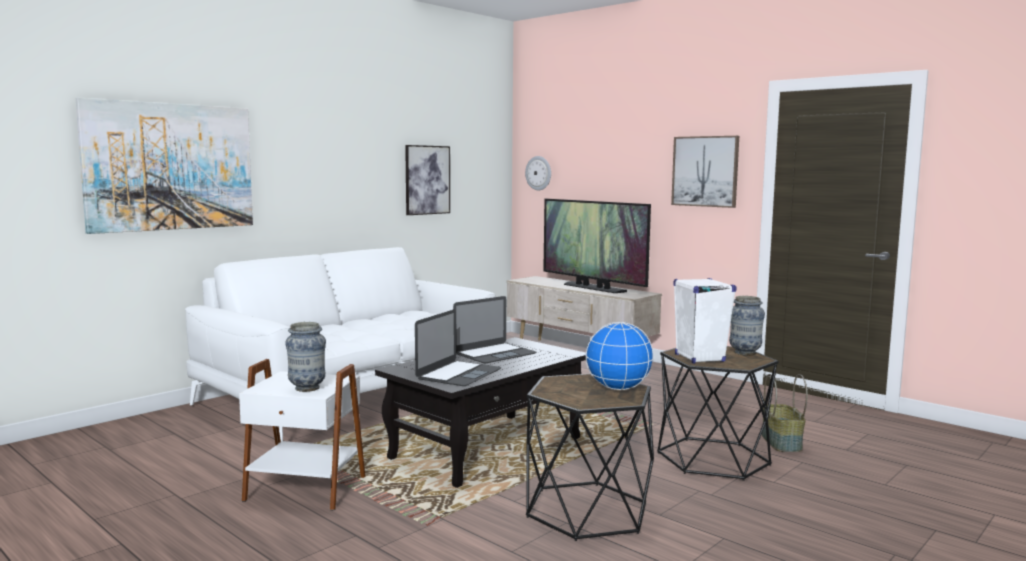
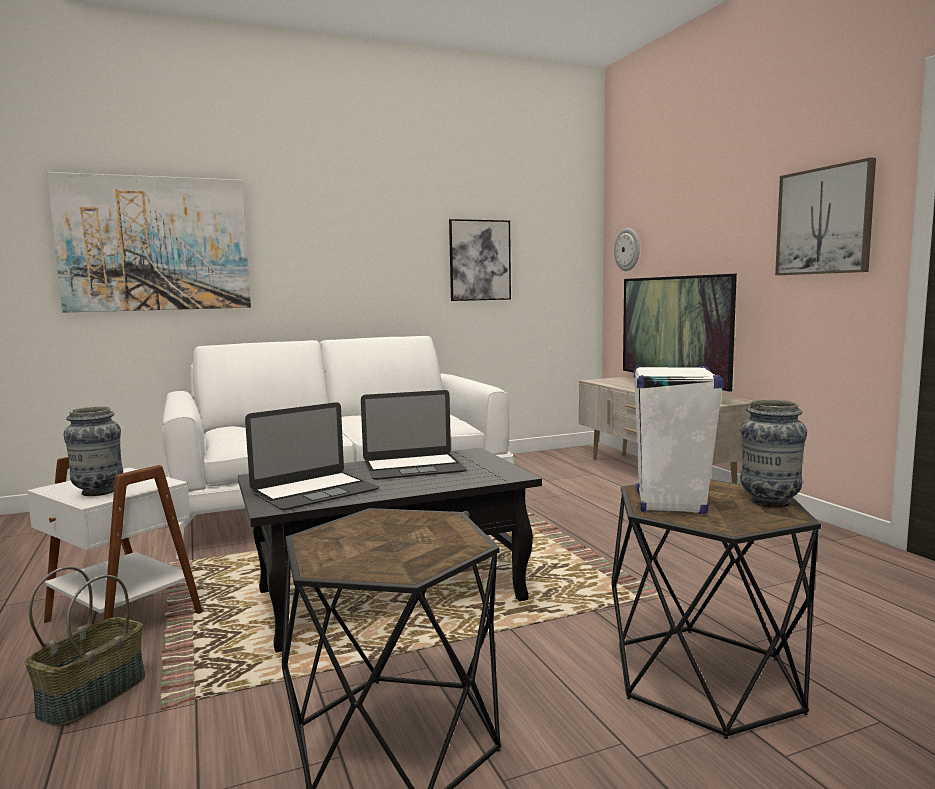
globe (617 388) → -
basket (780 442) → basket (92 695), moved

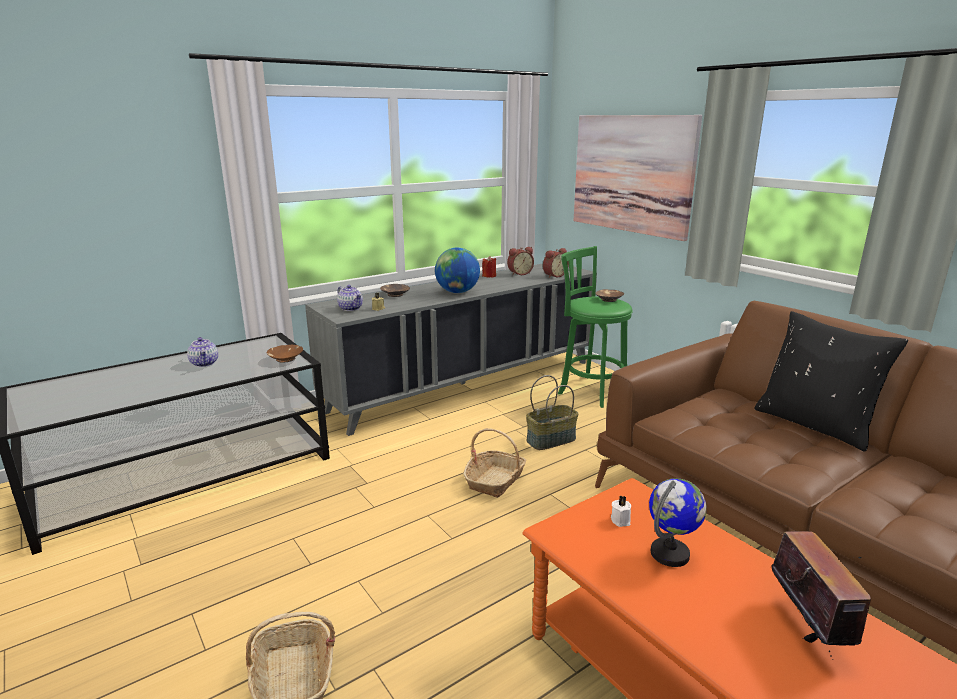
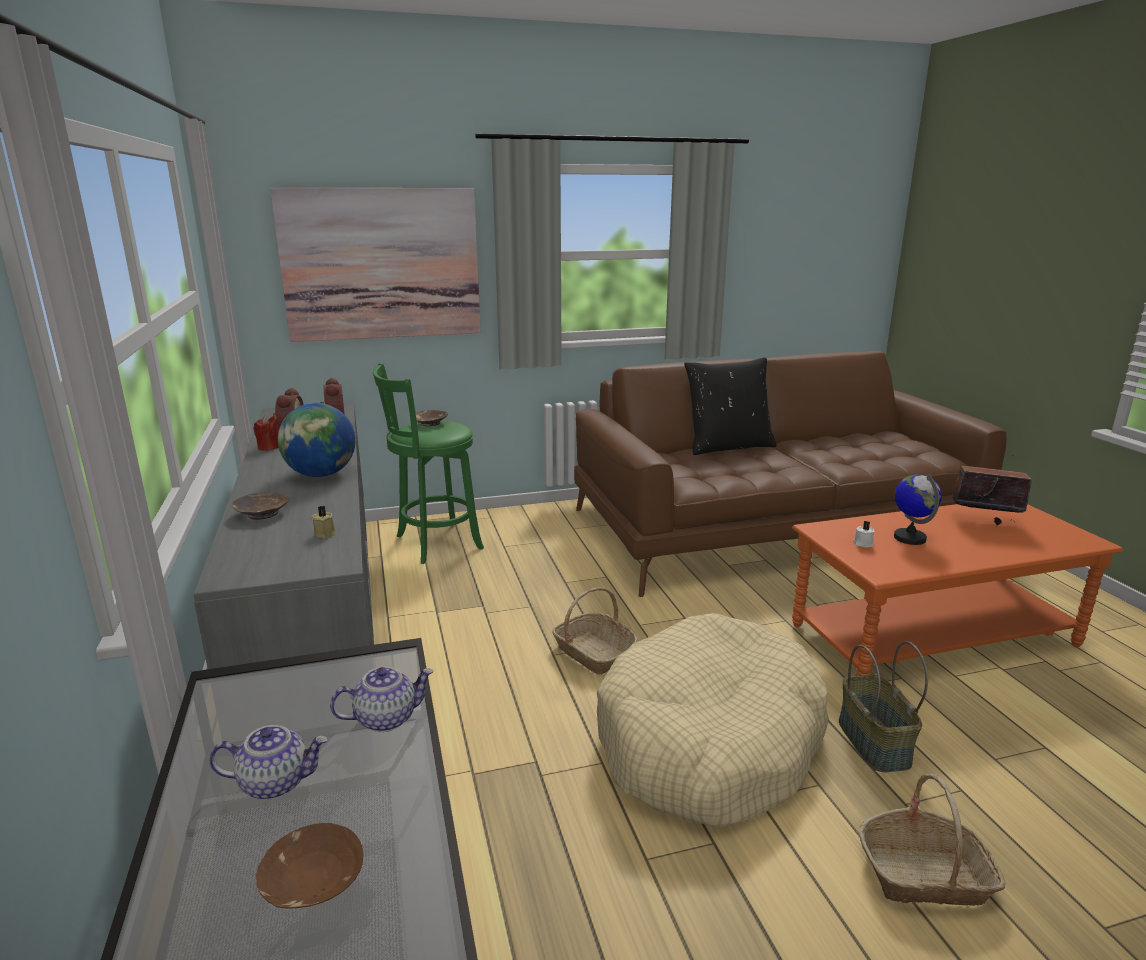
bowl (brown) (285 358) → bowl (brown) (312 882), moved
teapot (351 308) → teapot (386 718), moved
basket (551 439) → basket (872 742), moved
- → dog bed (beige) (709 741)

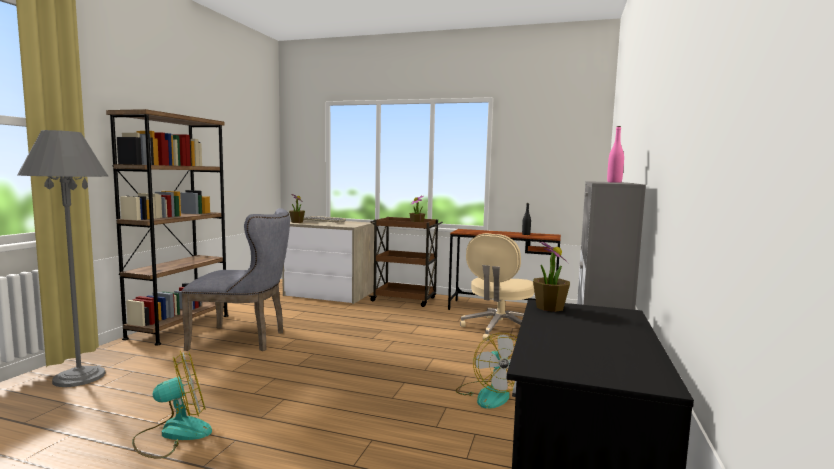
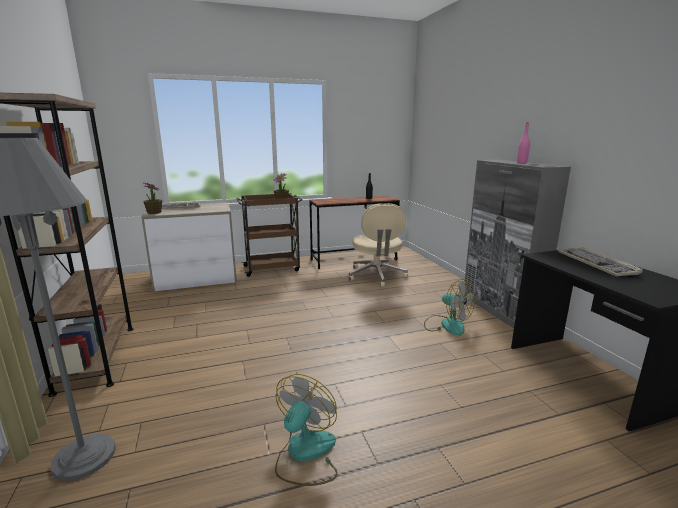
chair (grey) (244 339) → -
potted plant (549 307) → -
- → keyboard (597 264)

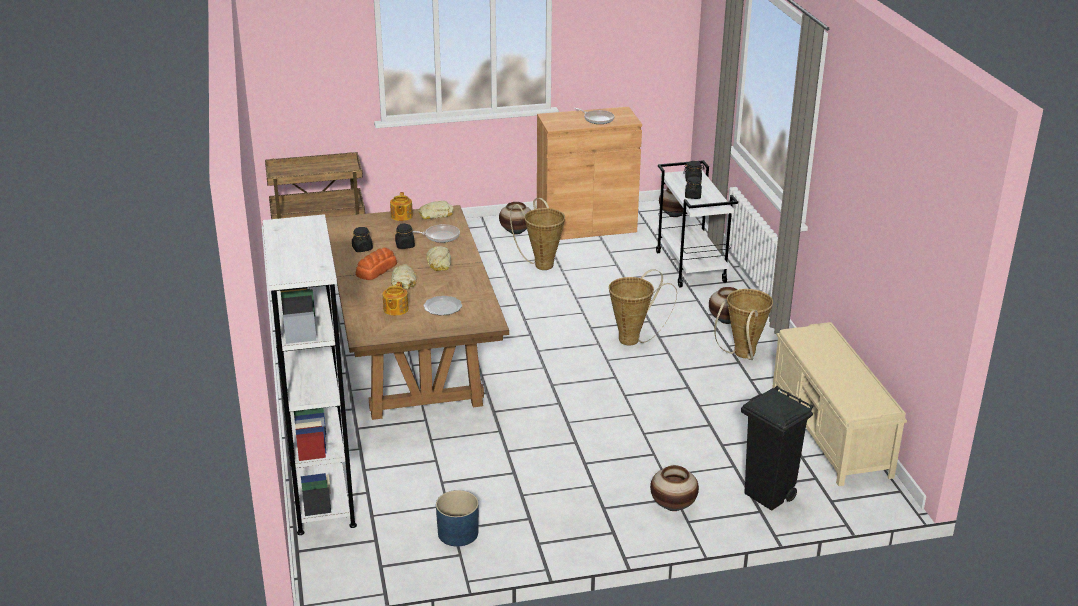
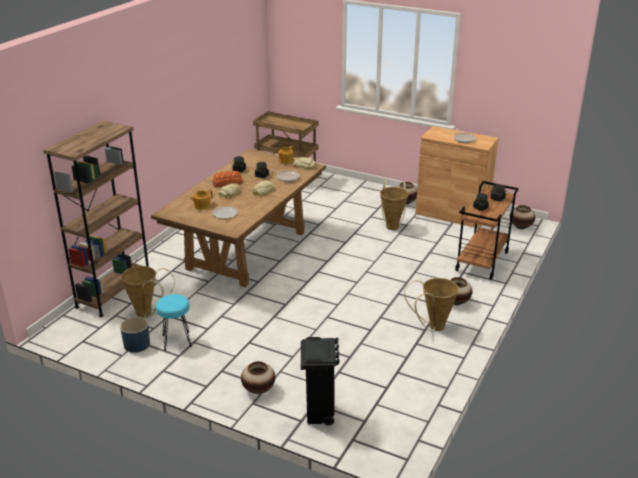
bookcase (white) (322 490) → bookcase (brown) (114 292)
basket (634 339) → basket (147 314), moved
cart (white) (691 267) → cart (brown) (482 262)
bench (beige) (830 432) → -
- → stool (turquoise) (176 340)

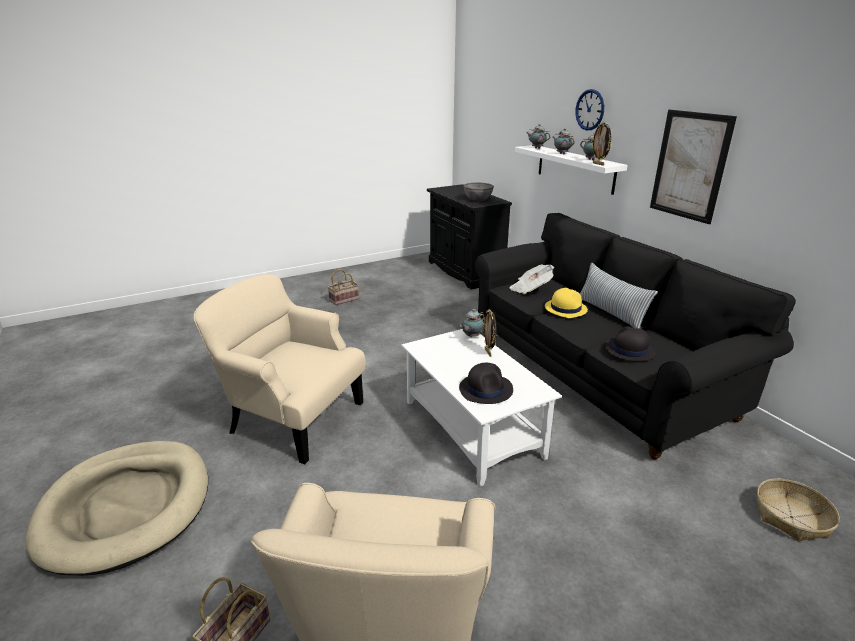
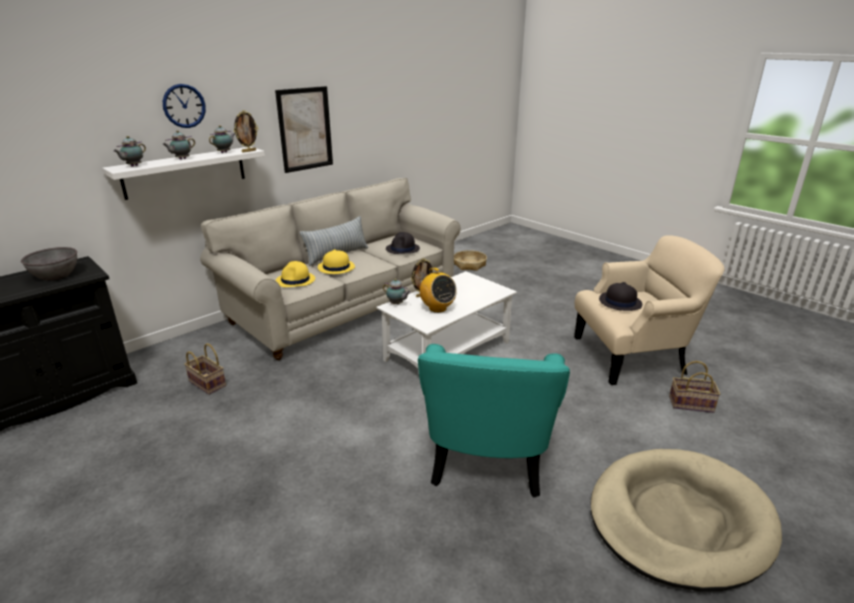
armchair (beige) (293 418) → armchair (turquoise) (487 455)
basket (344 299) → basket (206 384), moved
hat (black) (486 389) → hat (black) (619 302), moved
sofa (black) (594 372) → sofa (beige) (345 306)
newspaper (530 289) → hat (yellow) (295 280)
- → radio (437 308)

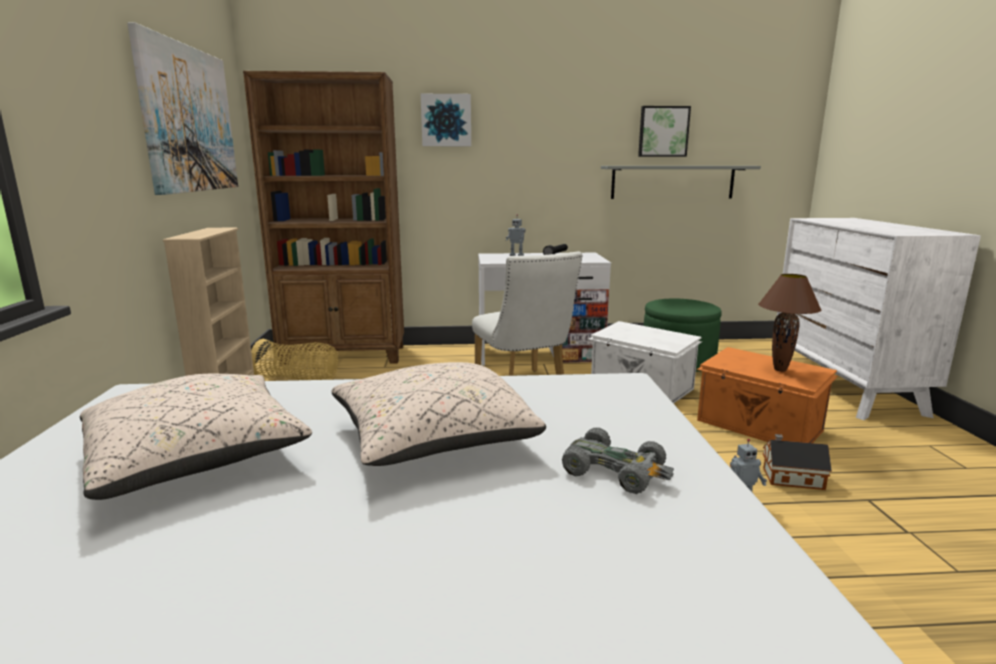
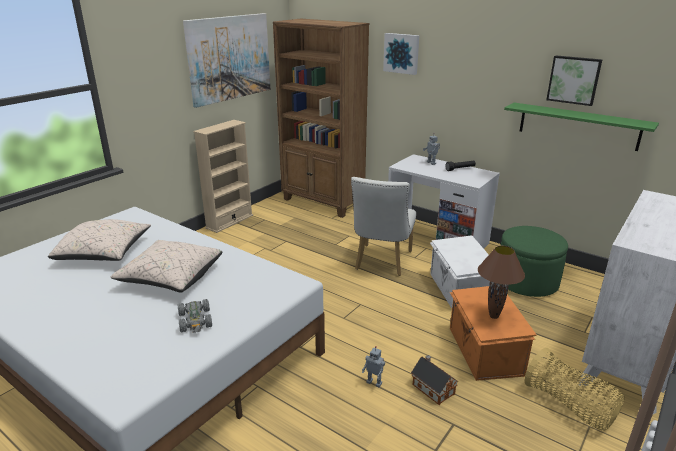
basket (298 381) → basket (570 406), moved
shelf (grey) (672 182) → shelf (green) (578 126)

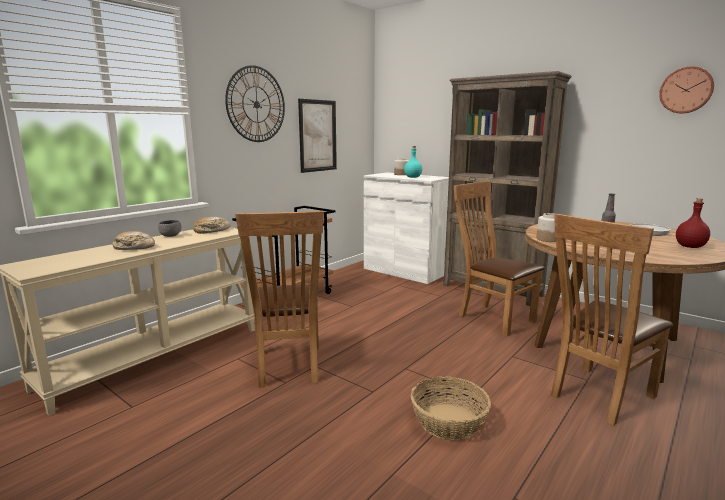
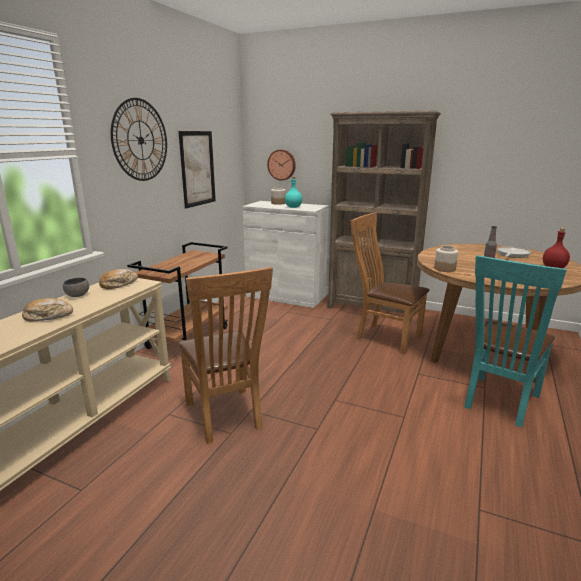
basket (449 421) → -
chair (brown) (597 396) → chair (turquoise) (499 402)
wall clock (686 90) → wall clock (282 165), moved

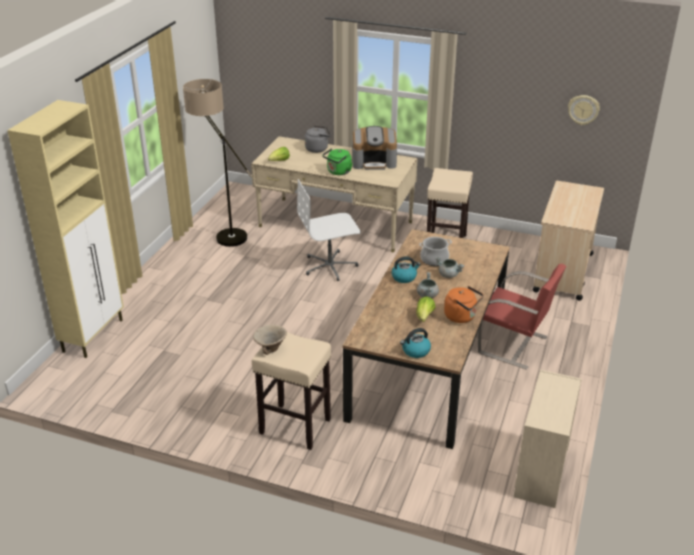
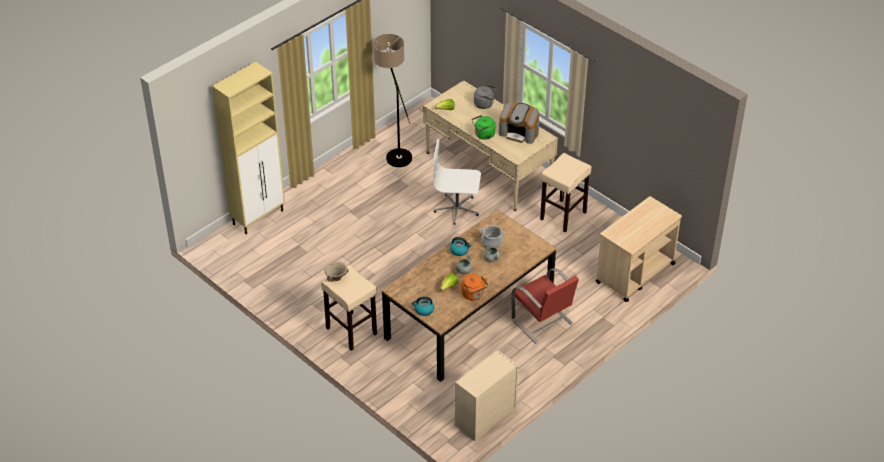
wall clock (583 109) → -

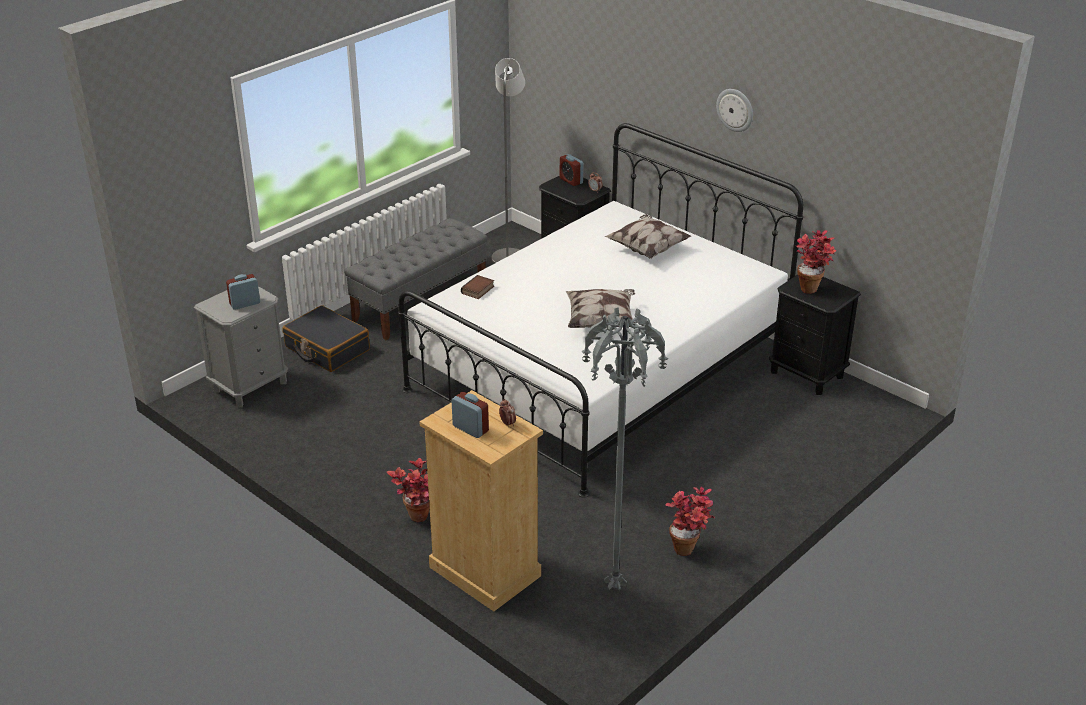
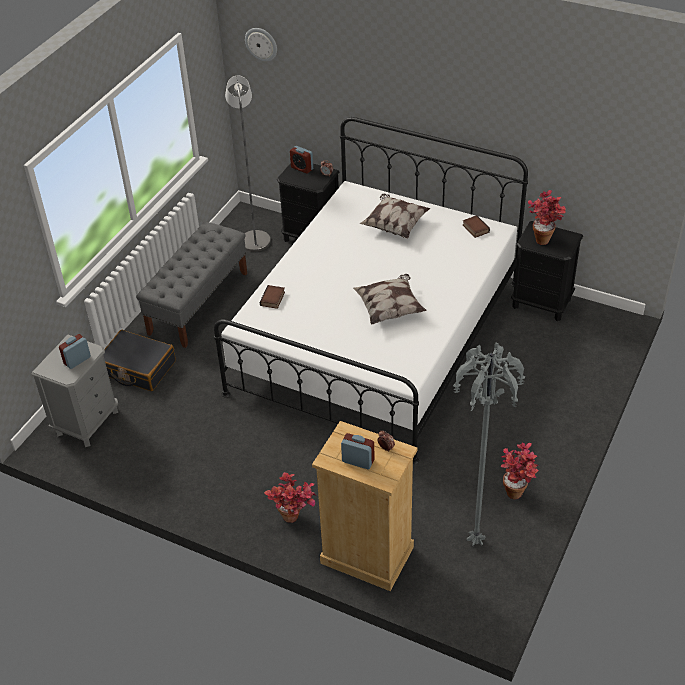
wall clock (735 109) → wall clock (261 44), moved
- → book (475 228)

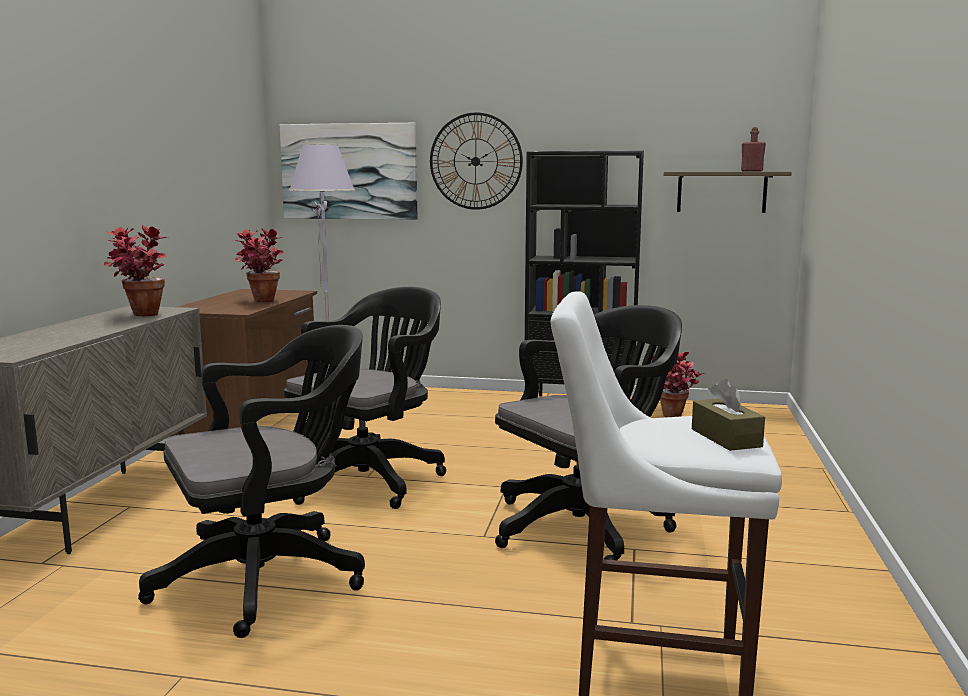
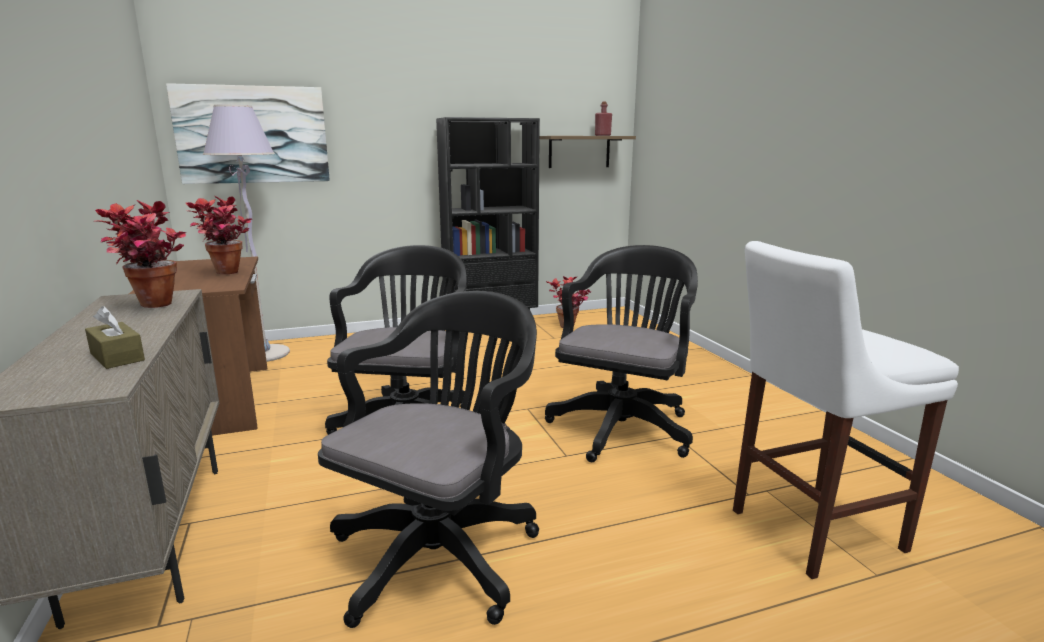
wall clock (475 161) → -
tissue box (brown) (726 438) → tissue box (brown) (117 357), moved

